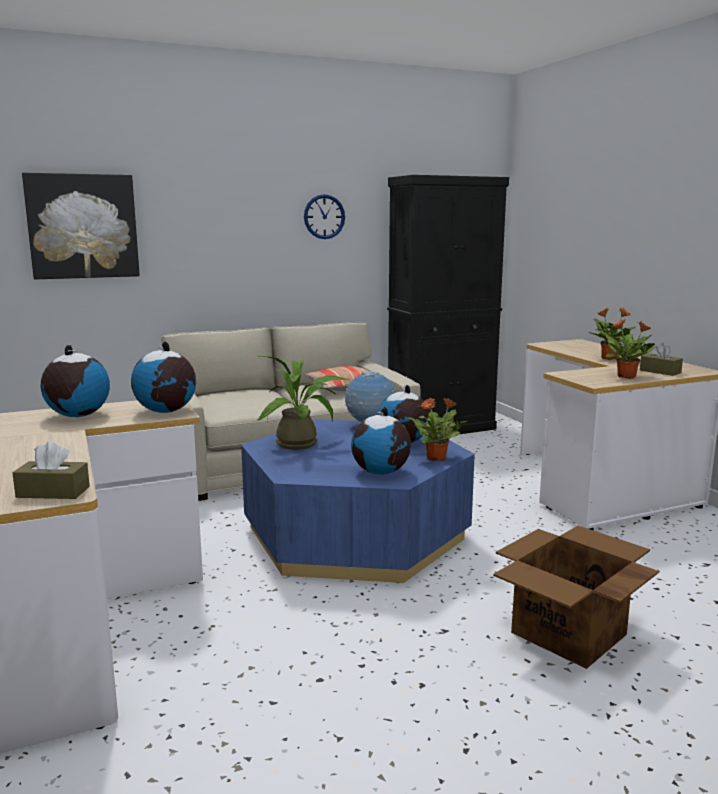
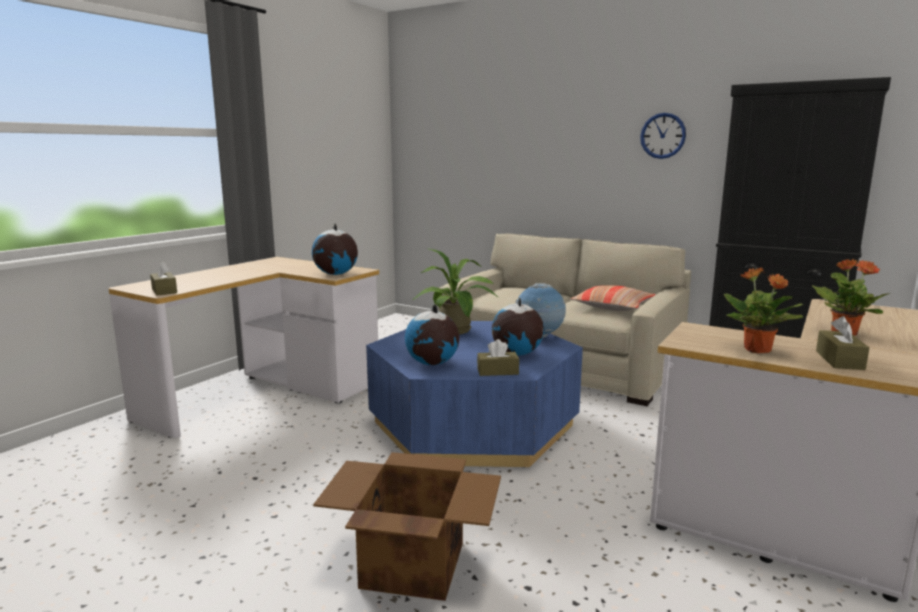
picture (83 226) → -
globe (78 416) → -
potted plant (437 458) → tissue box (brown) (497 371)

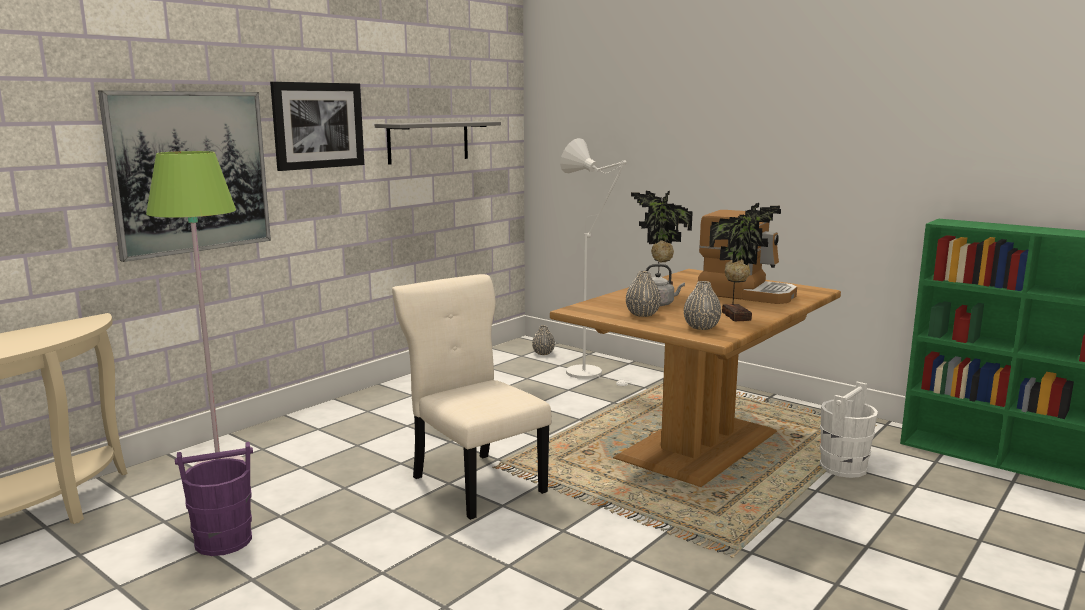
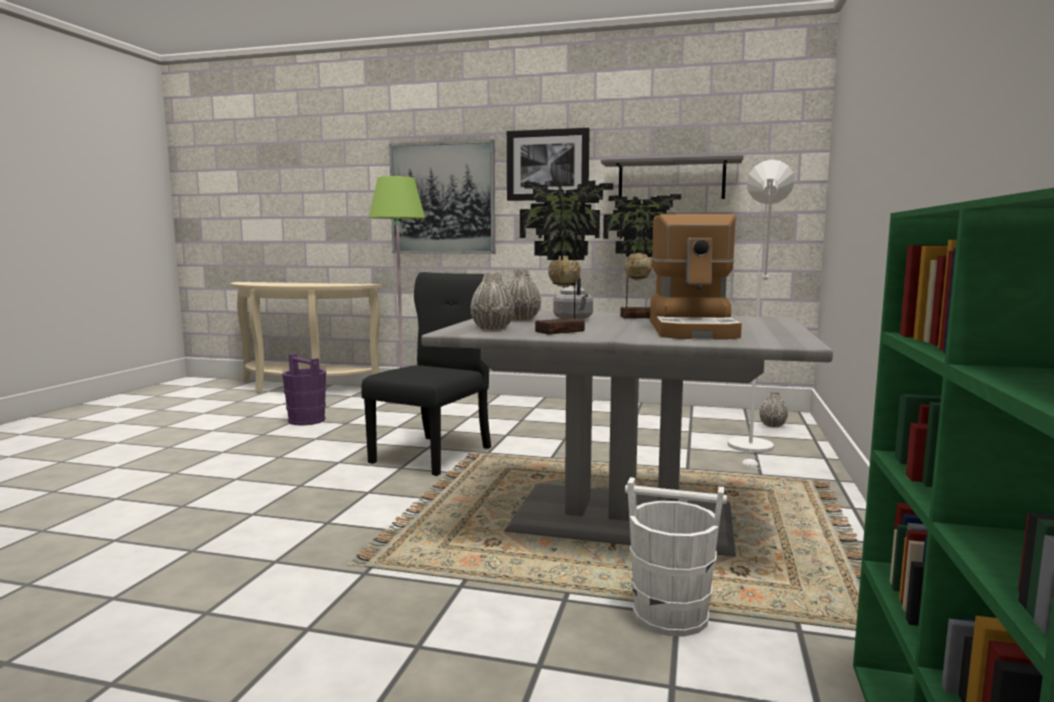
chair (beige) (475 482) → chair (black) (436 454)
dining table (brown) (695 445) → dining table (grey) (622 517)

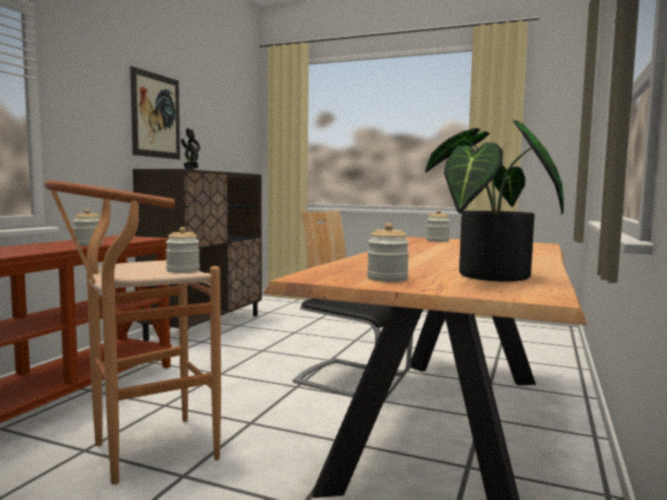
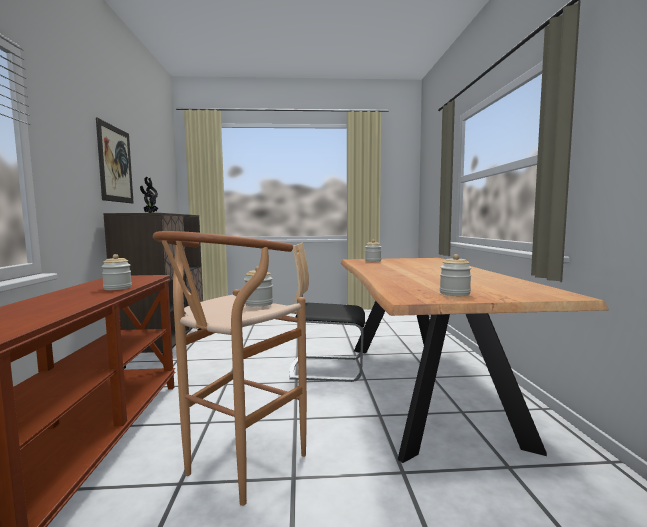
potted plant (486 276) → -

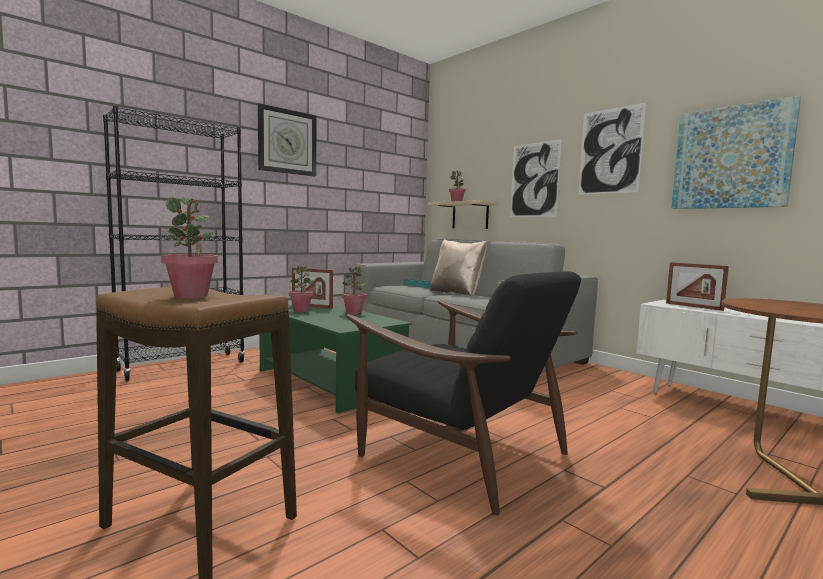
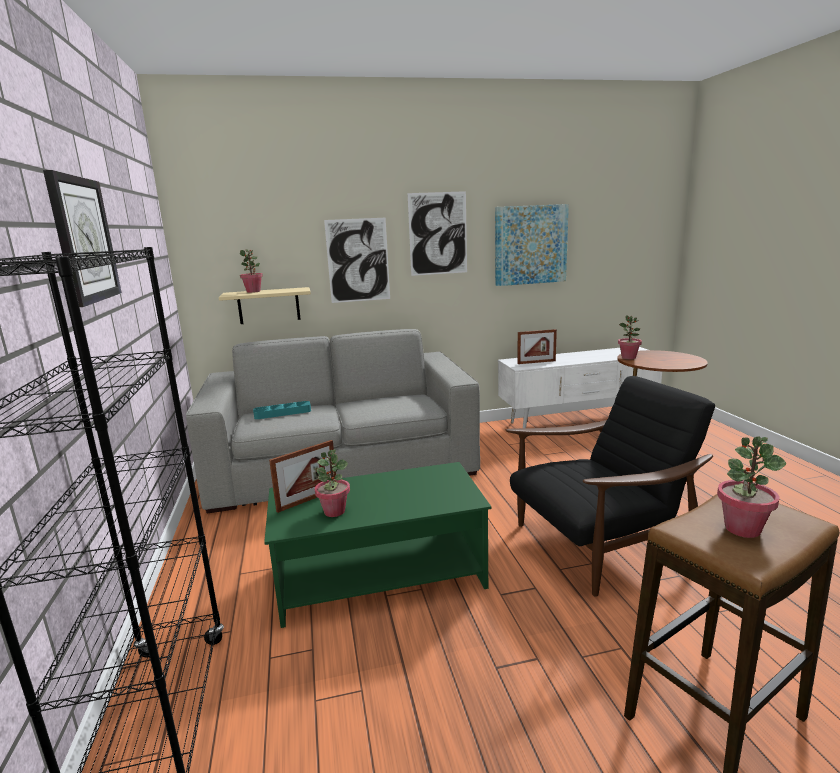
potted plant (353 313) → potted plant (628 357), moved
pillow (beige) (457 293) → -

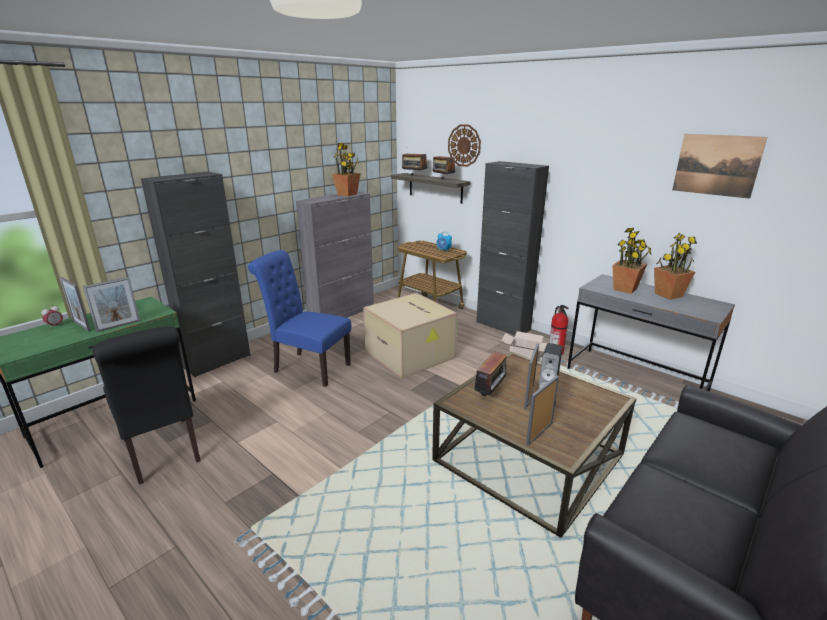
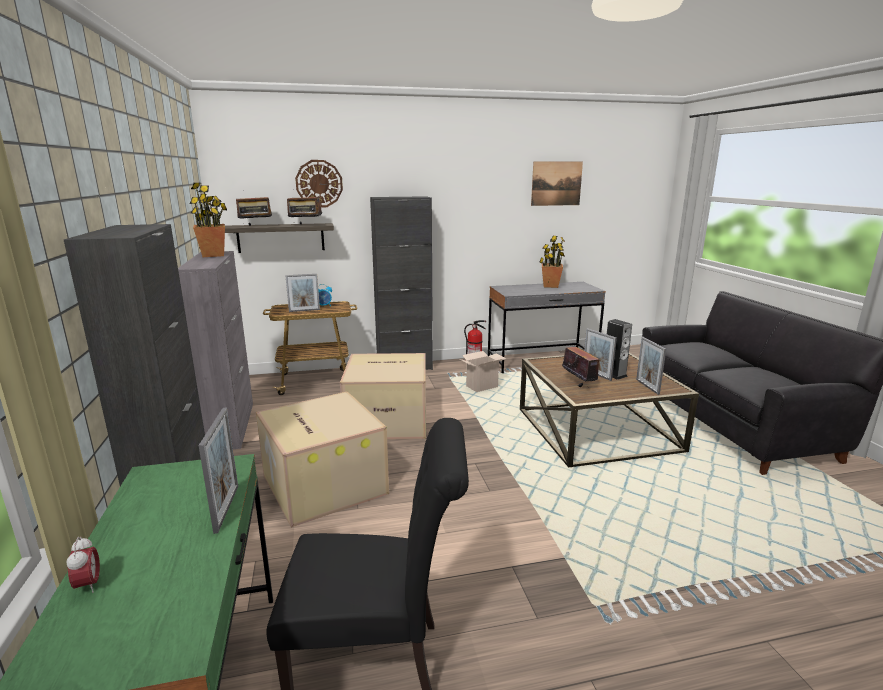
picture frame (81 325) → picture frame (304 310), moved
chair (blue) (307 367) → cardboard box (322 484)
potted plant (625 289) → -

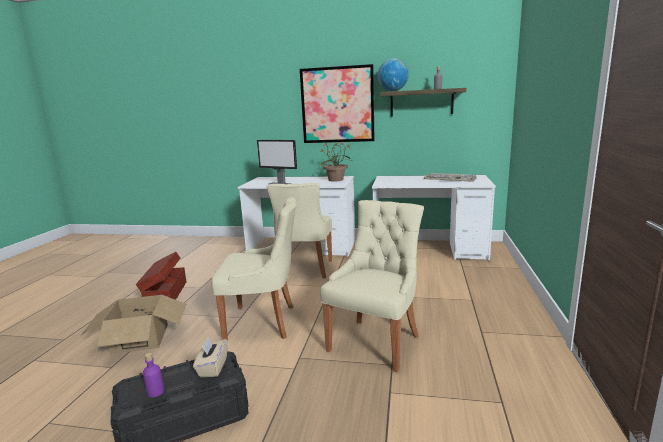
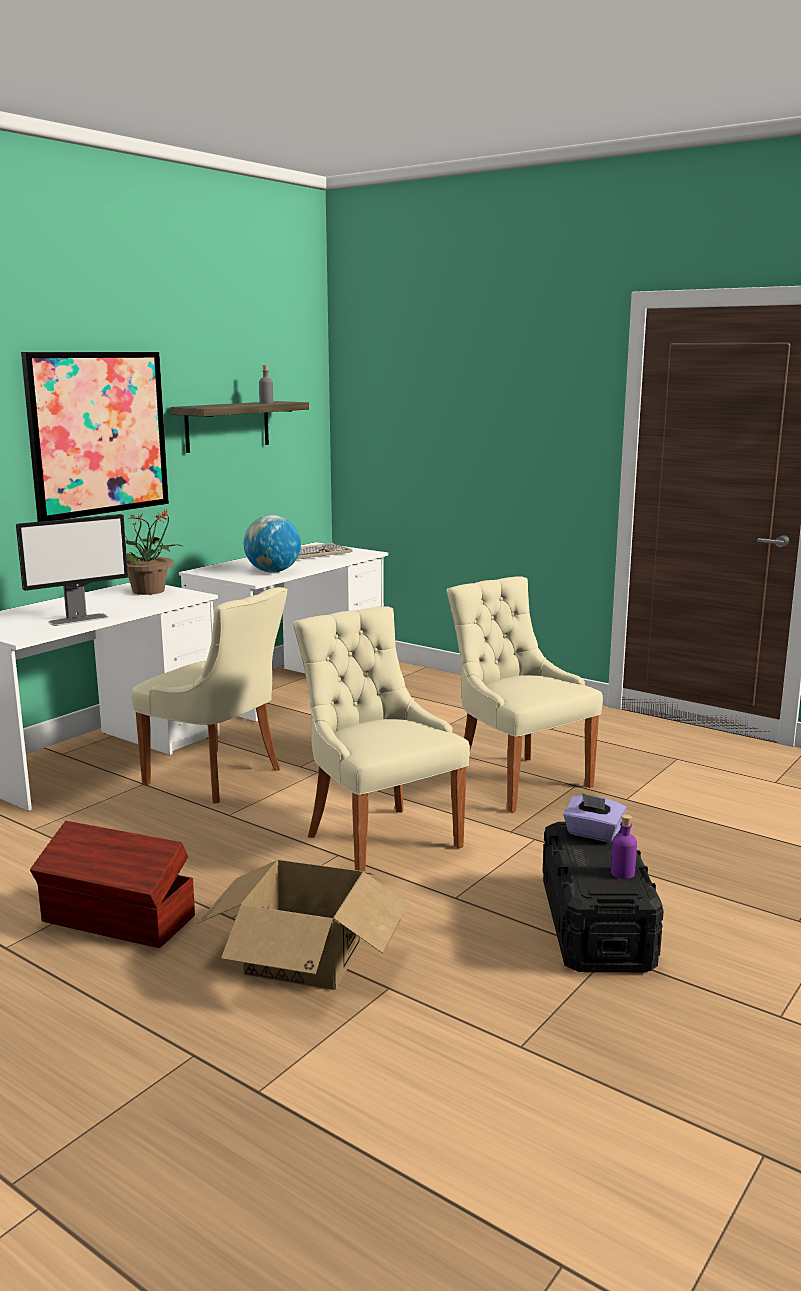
tissue box (beige) (212 367) → tissue box (purple) (593 833)
chair (beige) (264 322) → chair (beige) (379 839), 60 degrees counterclockwise
globe (392 91) → globe (273 572), moved

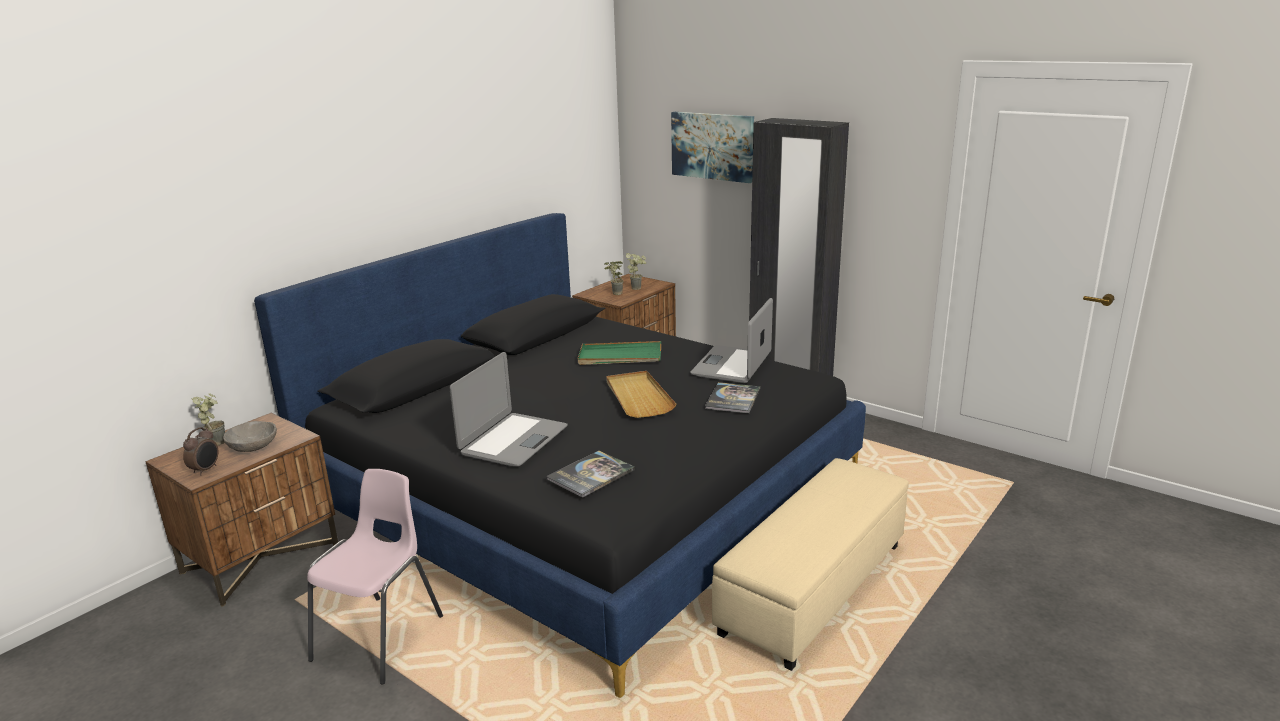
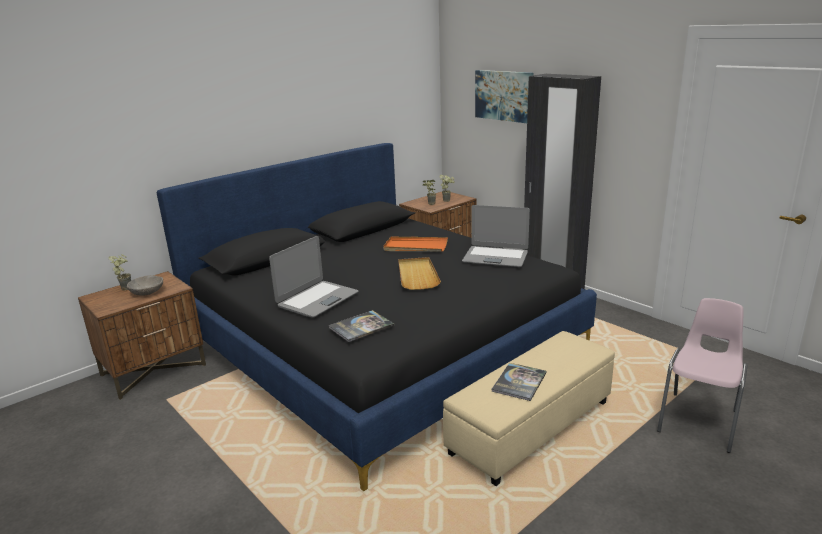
alarm clock (206 470) → -
chair (pink) (381 638) → chair (pink) (699 421), moved
tray (green) (620 357) → tray (orange) (415 247)
laptop (732 365) → laptop (495 257), 105 degrees counterclockwise
book (733 399) → book (519 382), moved

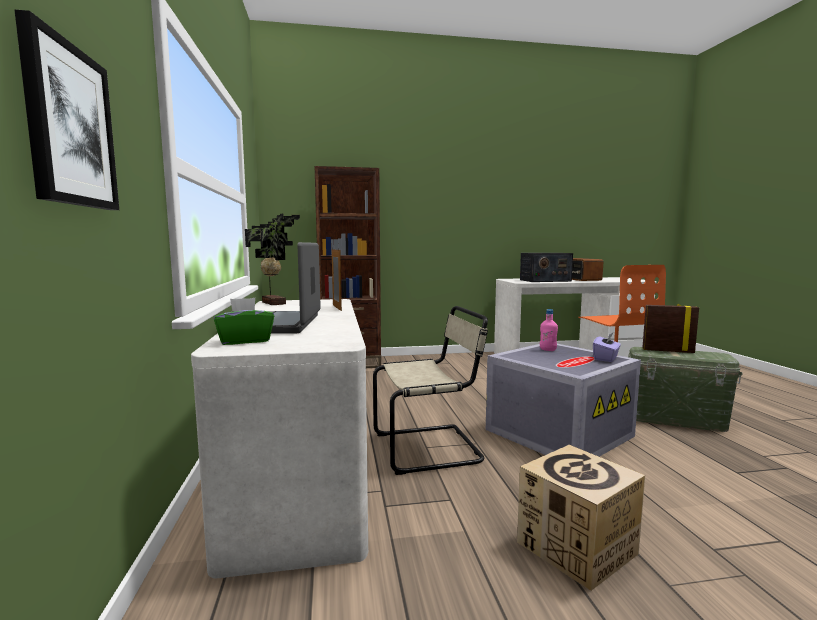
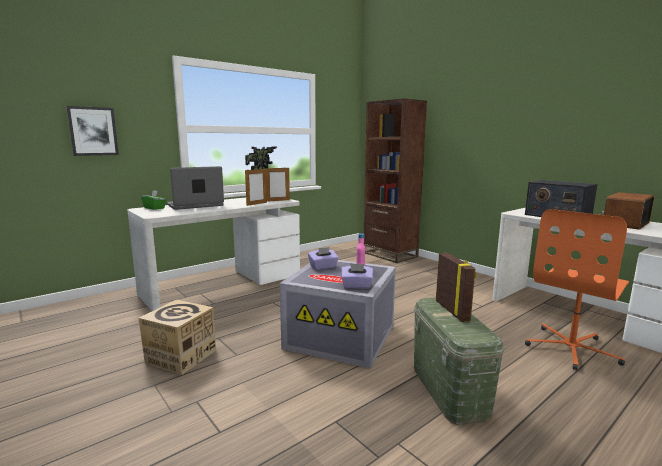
chair (beige) (431 448) → -
- → picture frame (278 200)
- → tissue box (purple) (323 267)

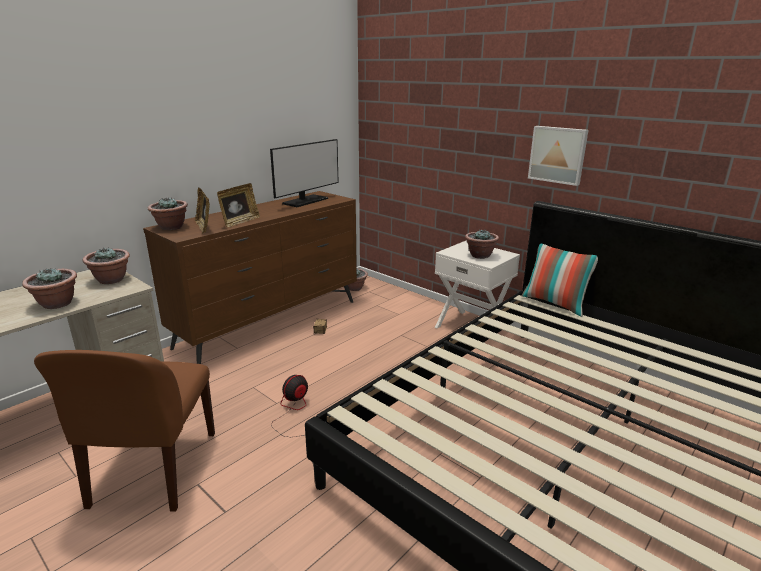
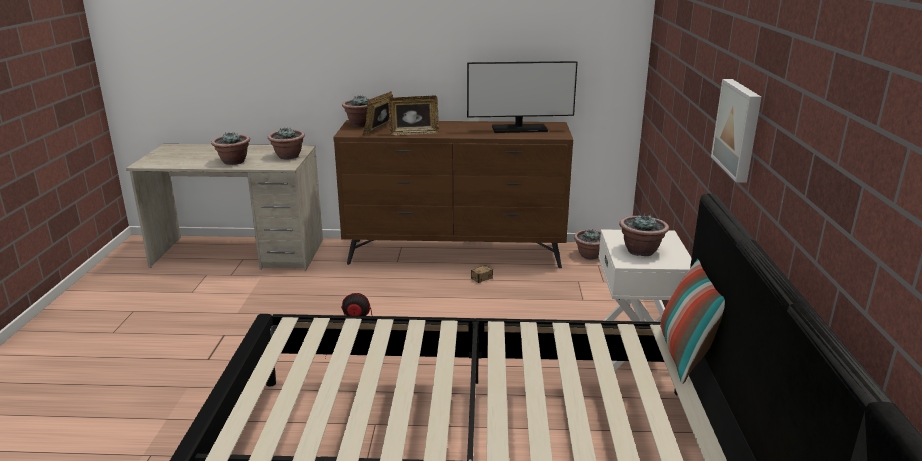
chair (brown) (153 470) → -

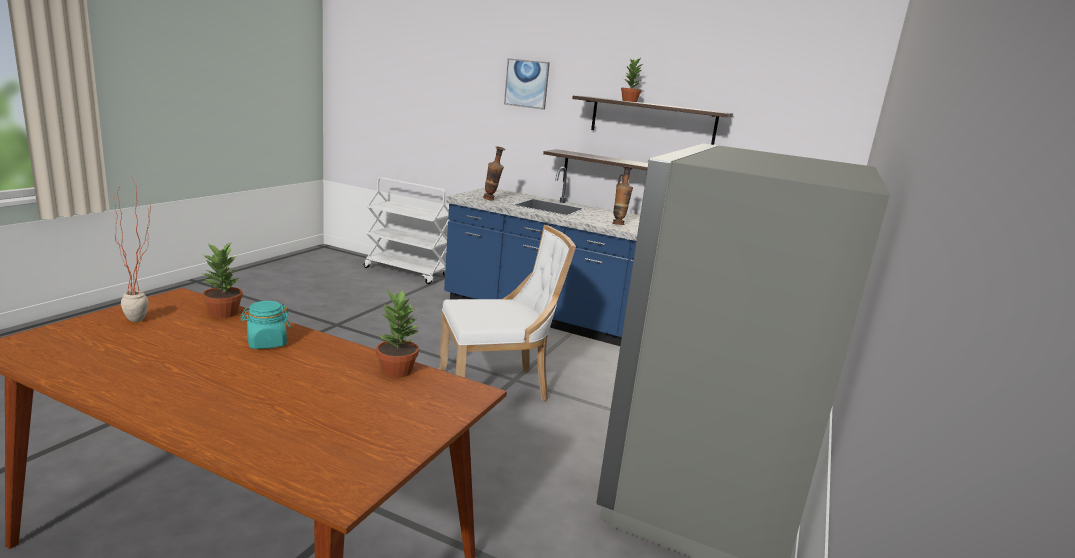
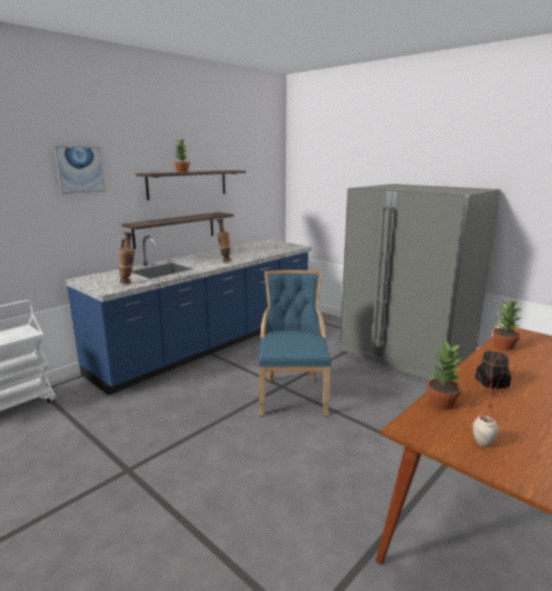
jar (turquoise) (266 343) → jar (black) (492 383)
chair (white) (497 387) → chair (blue) (292 394)

